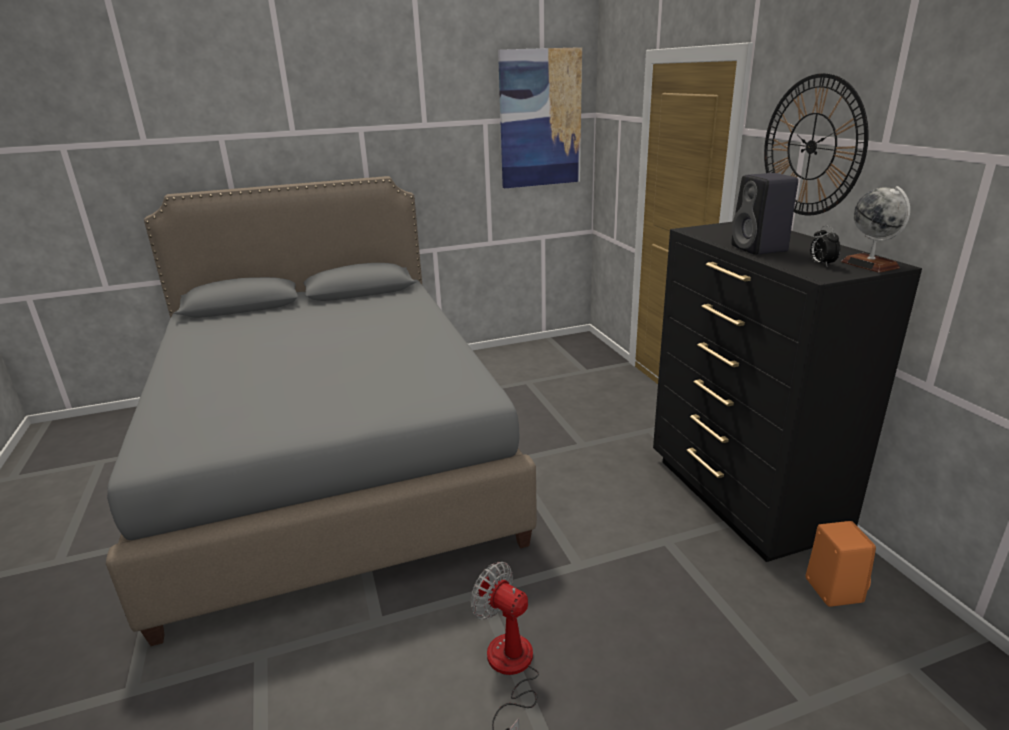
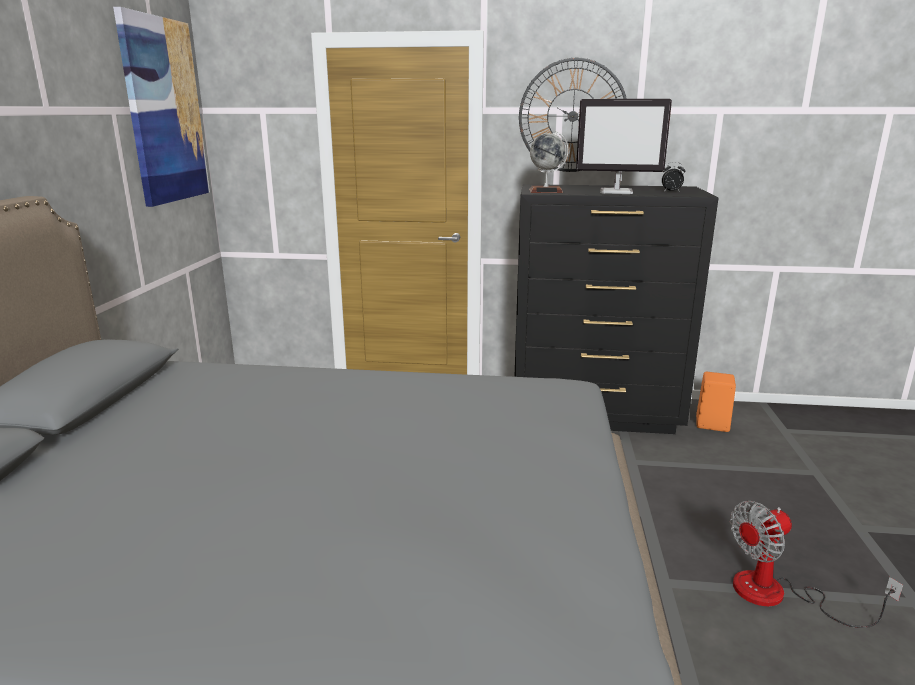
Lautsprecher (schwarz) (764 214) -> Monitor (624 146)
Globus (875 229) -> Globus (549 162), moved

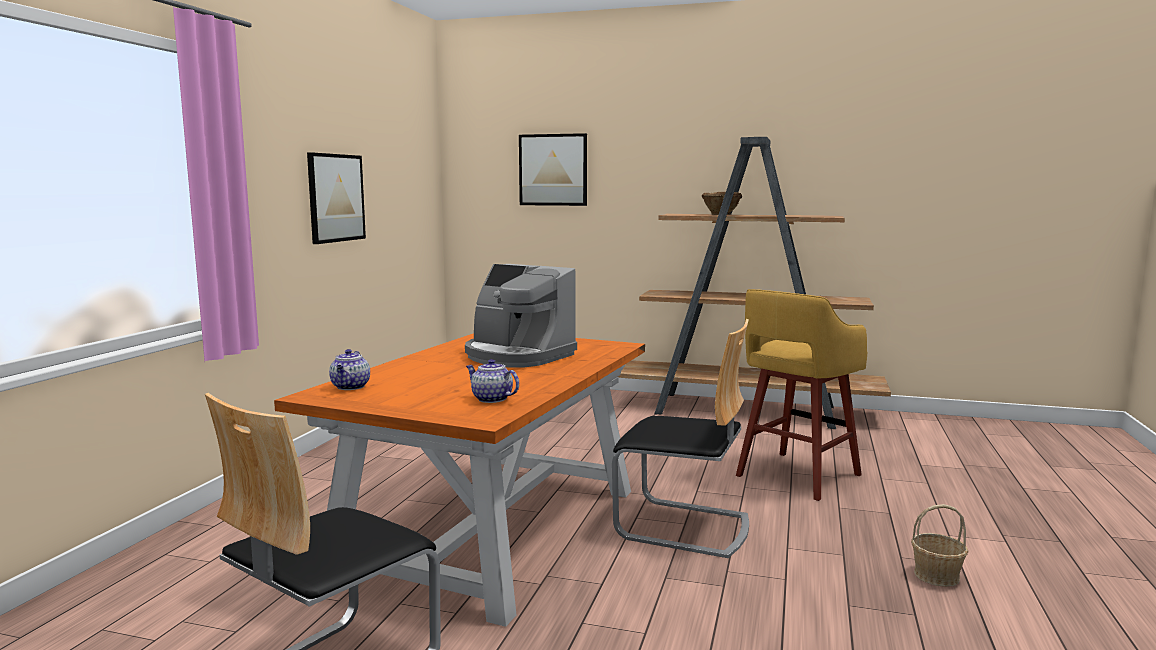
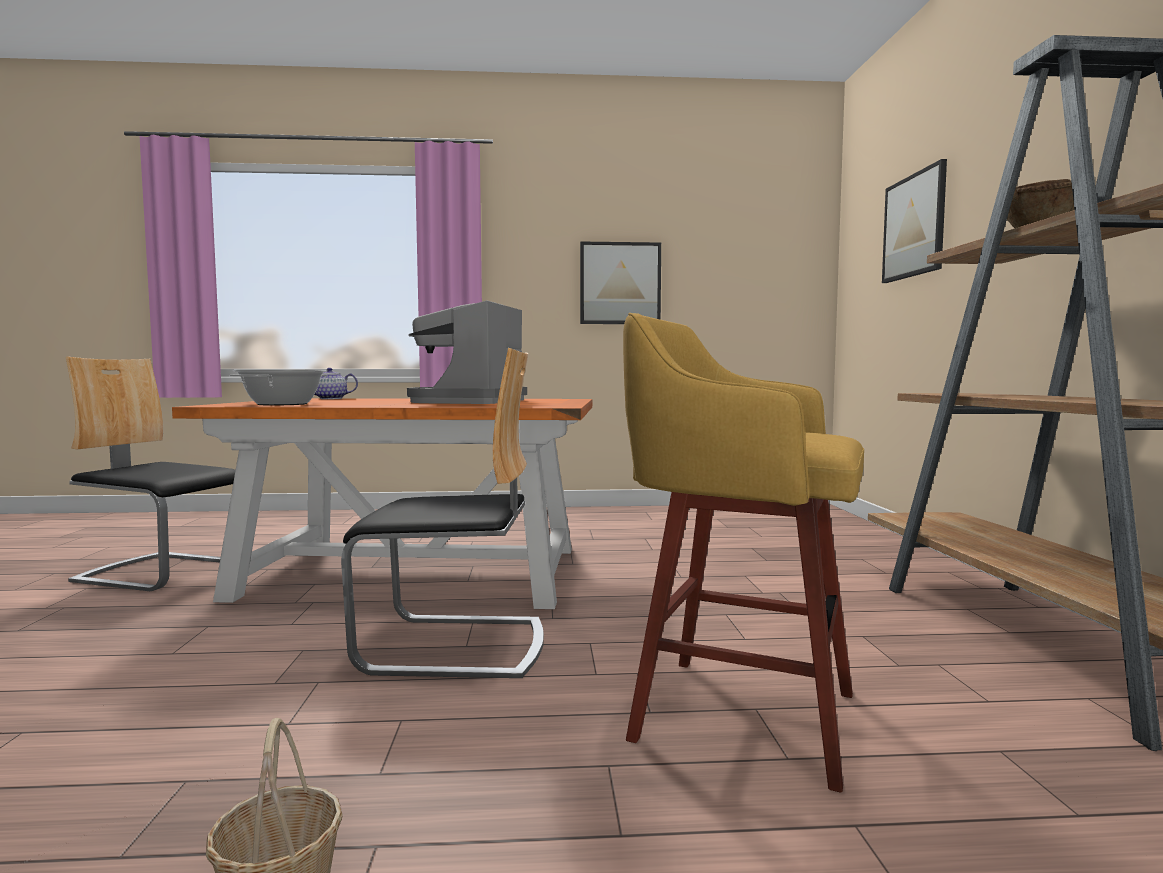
Stuhl (680 438) -> Stuhl (442 513), 90 degrees counterclockwise
Teekanne (492 381) -> Kochtopf (279 388)

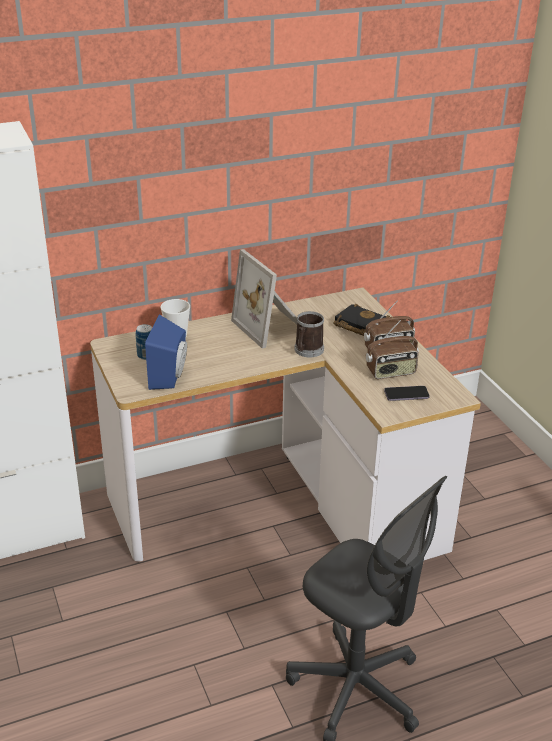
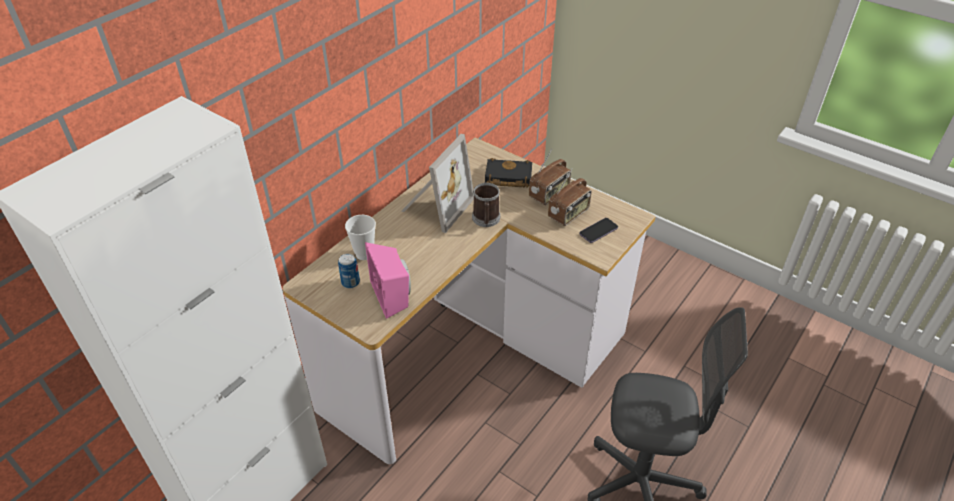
Bilderrahmen (264 299) -> Bilderrahmen (437 183), 90 degrees counterclockwise
Lautsprecher (blau) (166 352) -> Lautsprecher (rosa) (388 280)

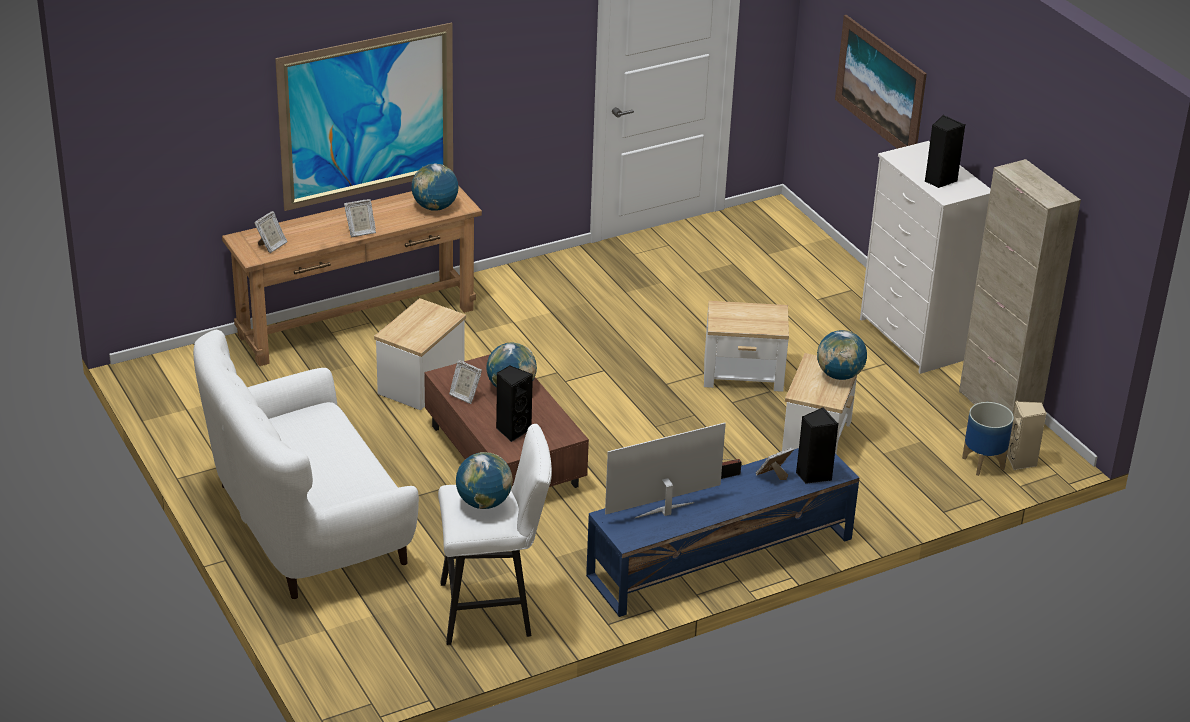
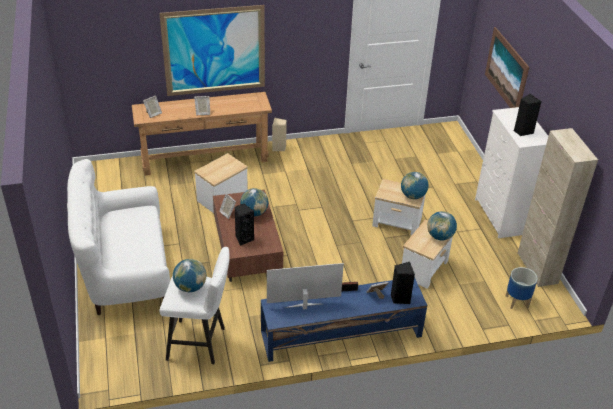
Globus (435 187) -> Globus (415 185), moved
Lautsprecher (beige) (1027 435) -> Lautsprecher (beige) (279 134), moved

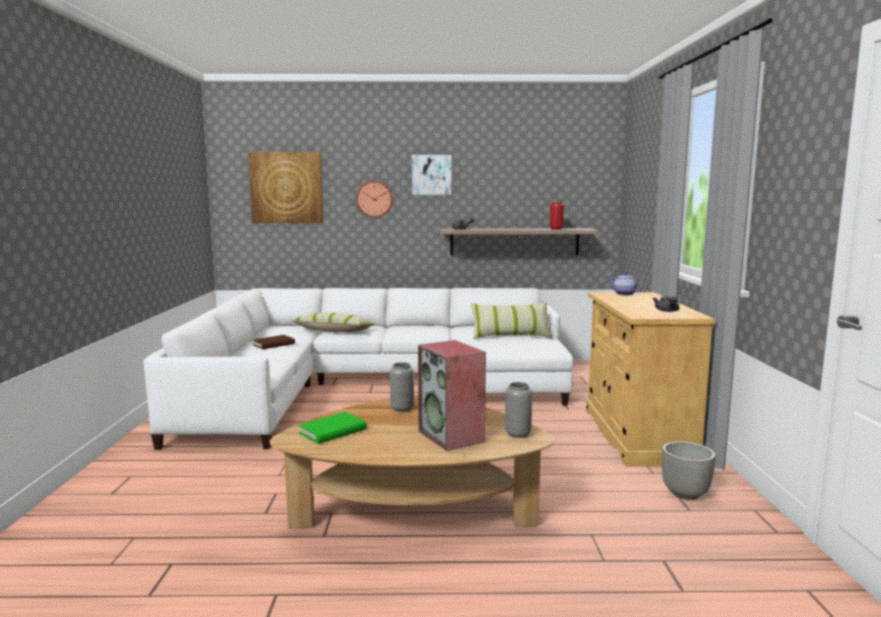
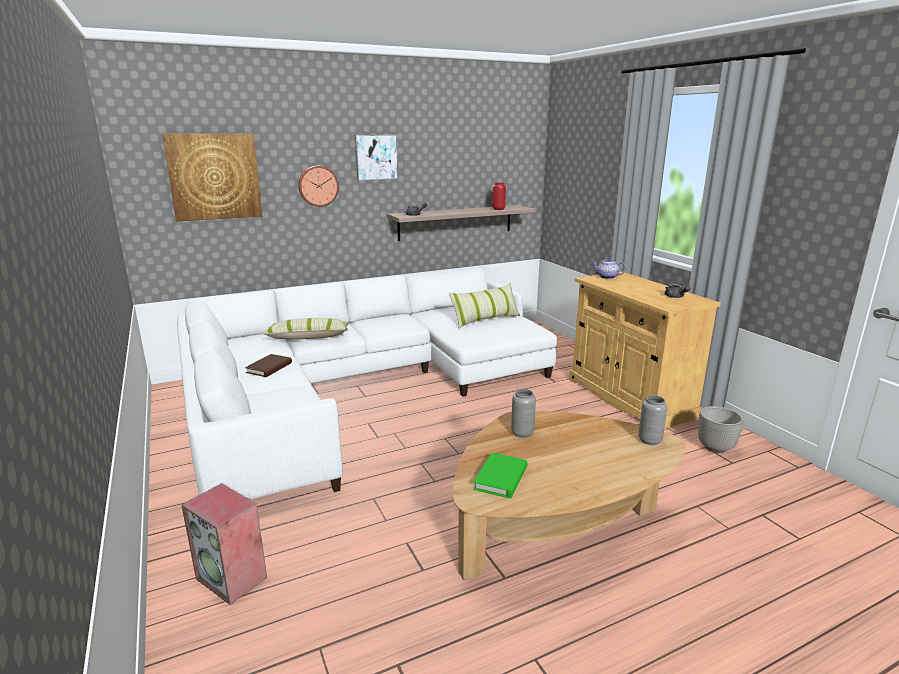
Lautsprecher (452 395) -> Lautsprecher (224 544), moved

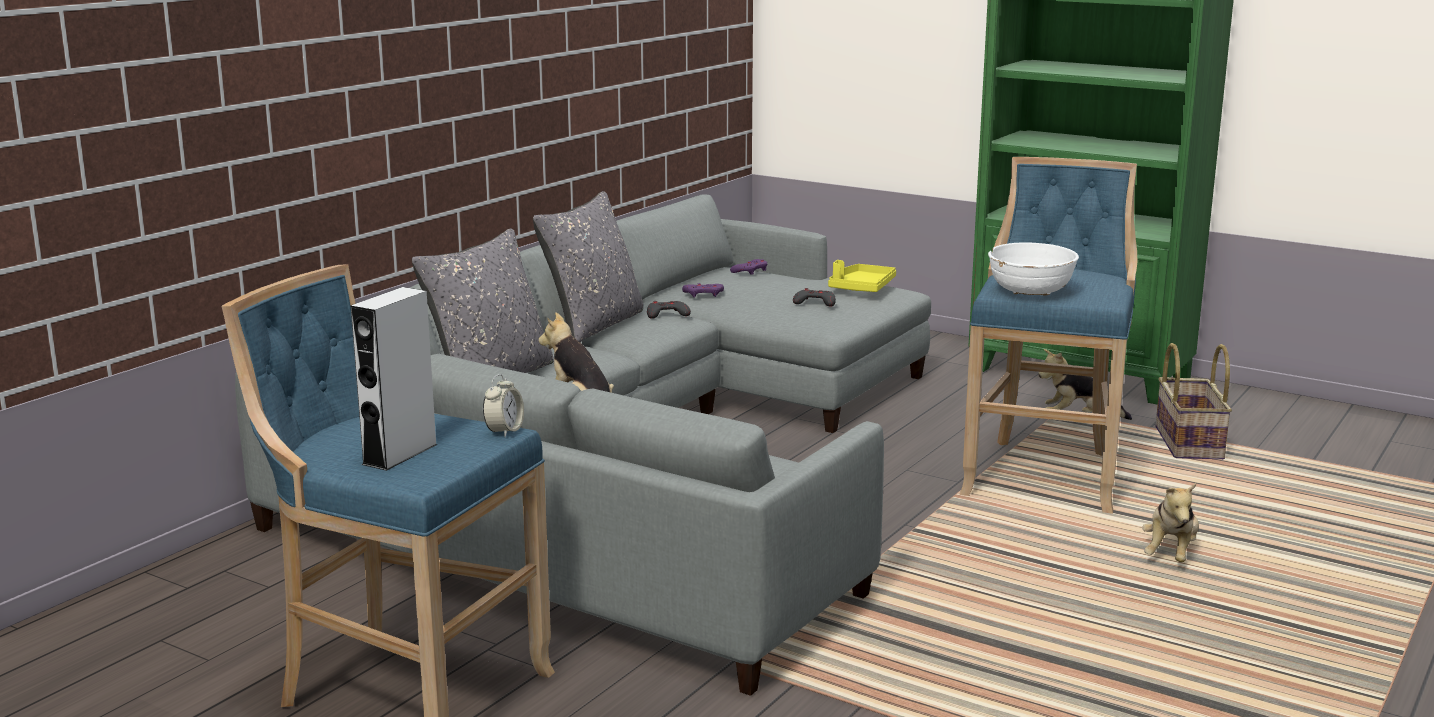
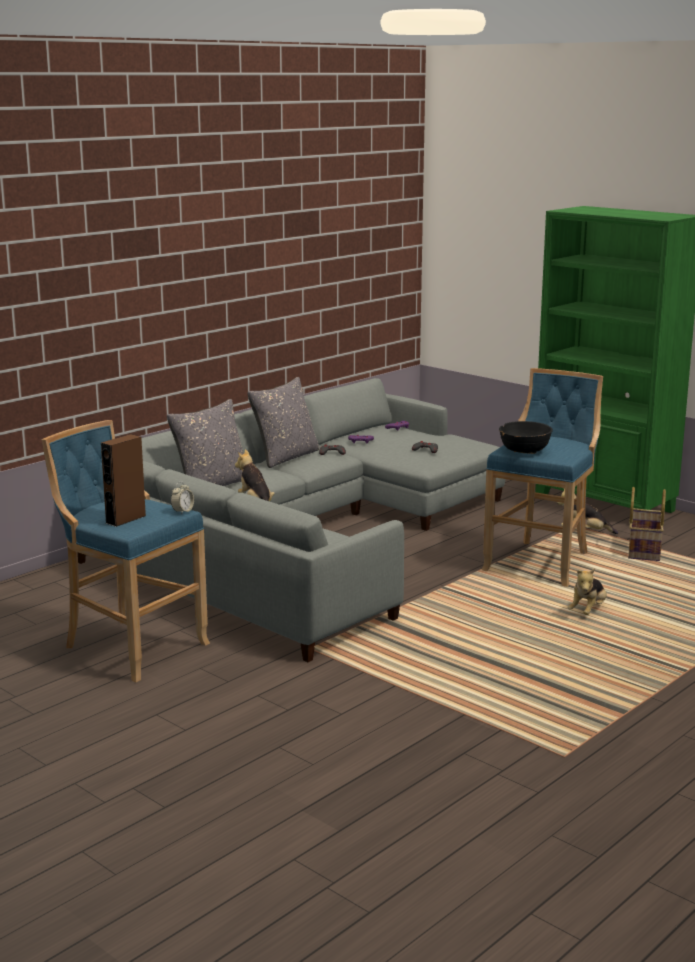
Schüssel (weiß) (1033 269) -> Schüssel (schwarz) (526 437)
Tablett (gelb) (862 276) -> none
Lautsprecher (grau) (394 379) -> Lautsprecher (braun) (123 480)

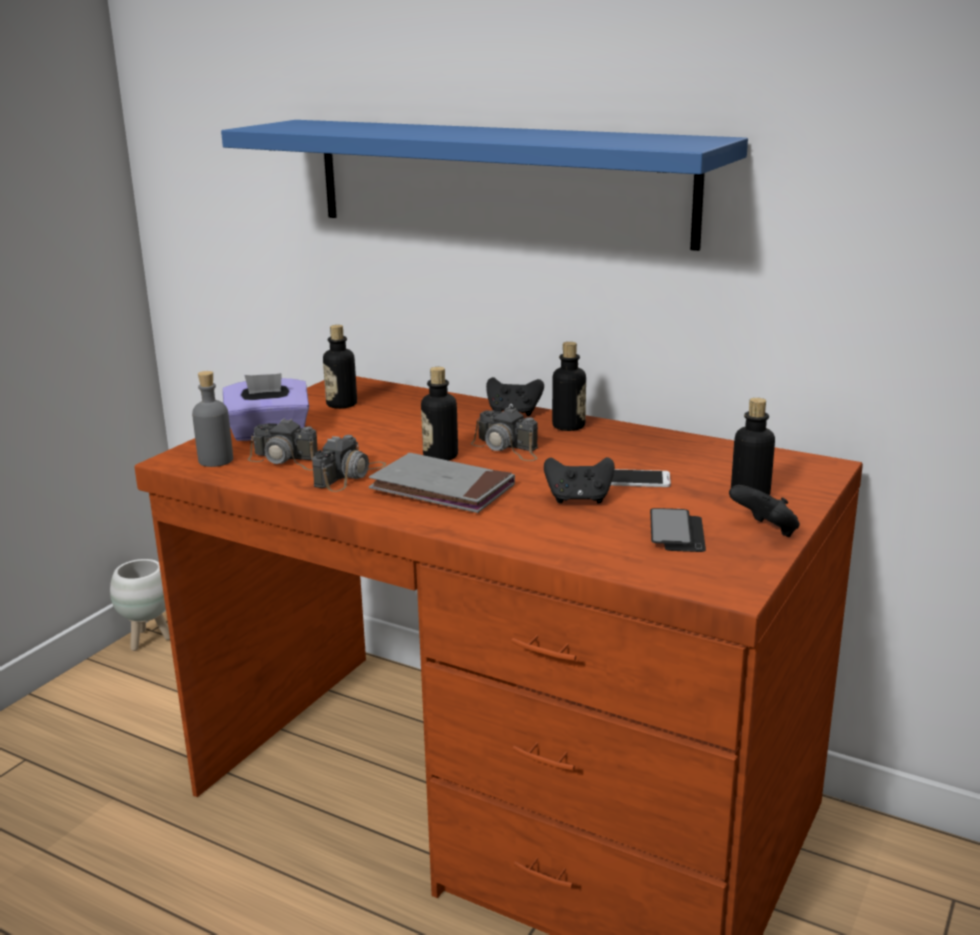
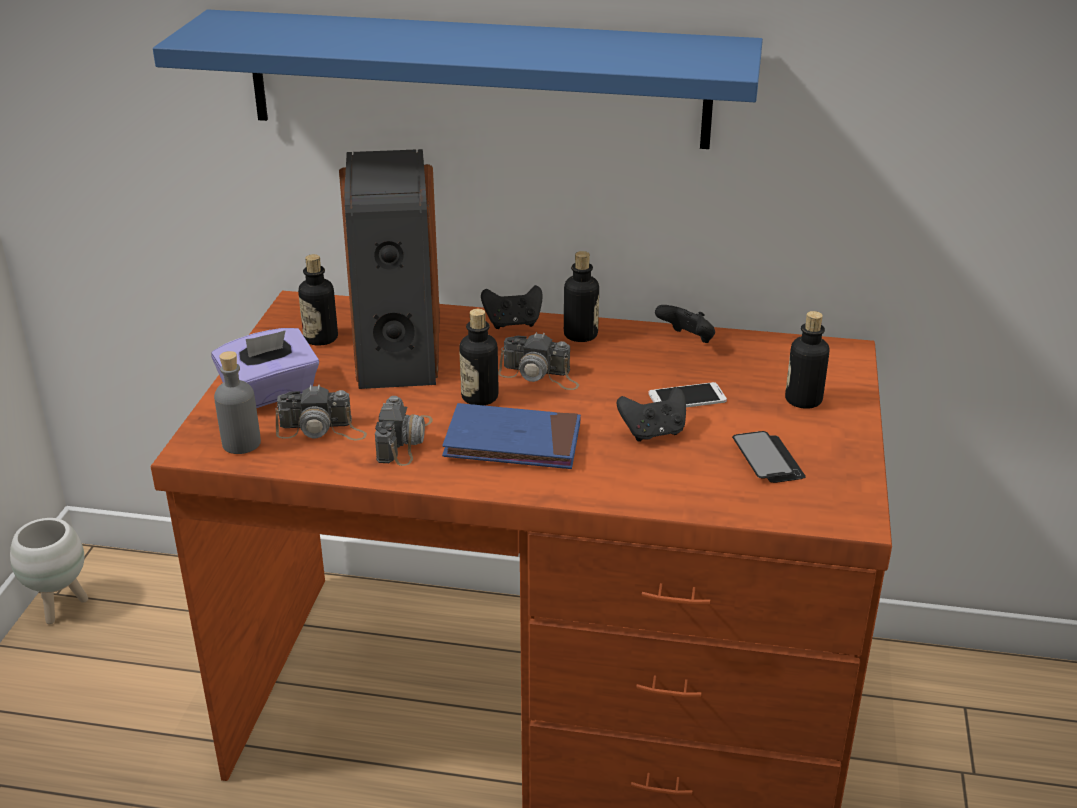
Buch (grau) (442 483) -> Buch (blau) (511 436)
Gamepad (schwarz) (764 511) -> Gamepad (schwarz) (685 324), moved
none -> Lautsprecher (389 269)

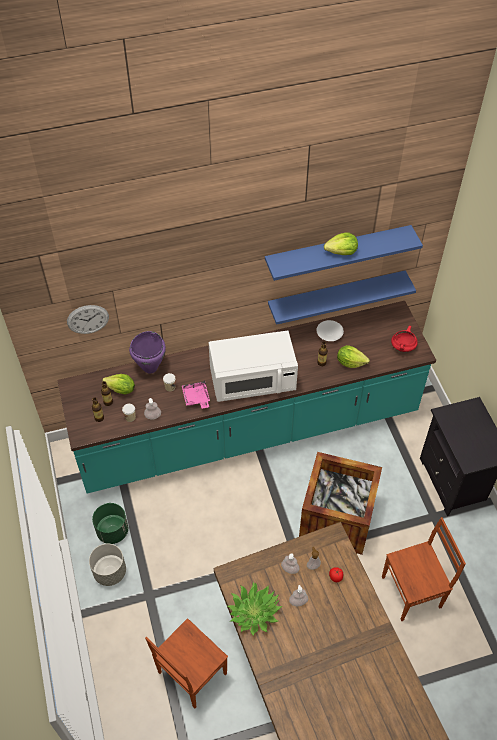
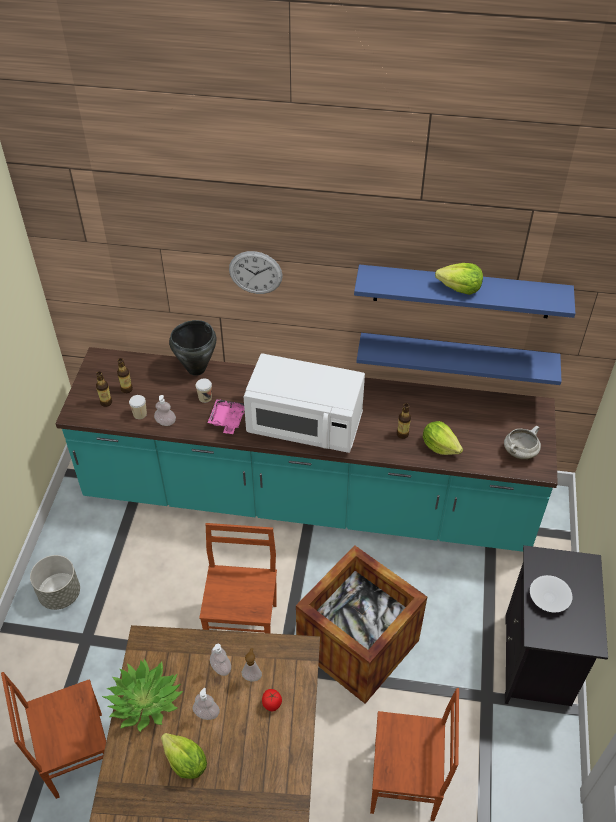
Wanduhr (88 319) -> Wanduhr (256 272), moved
Schüssel (weiß) (330 330) -> Schüssel (weiß) (551 594), moved
Kochtopf (rot) (404 338) -> Kochtopf (weiß) (522 442)
Kochtopf (lila) (147 352) -> Kochtopf (schwarz) (193 348)
Salatkopf (118 384) -> Salatkopf (184 756), moved
Pflanzkübel (grün) (110 523) -> none
none -> Stuhl (braun) (238 578)

